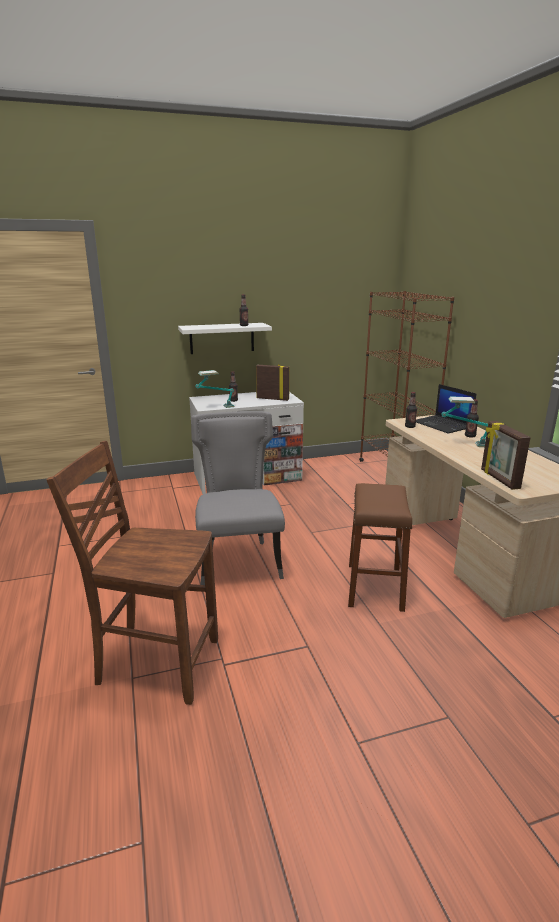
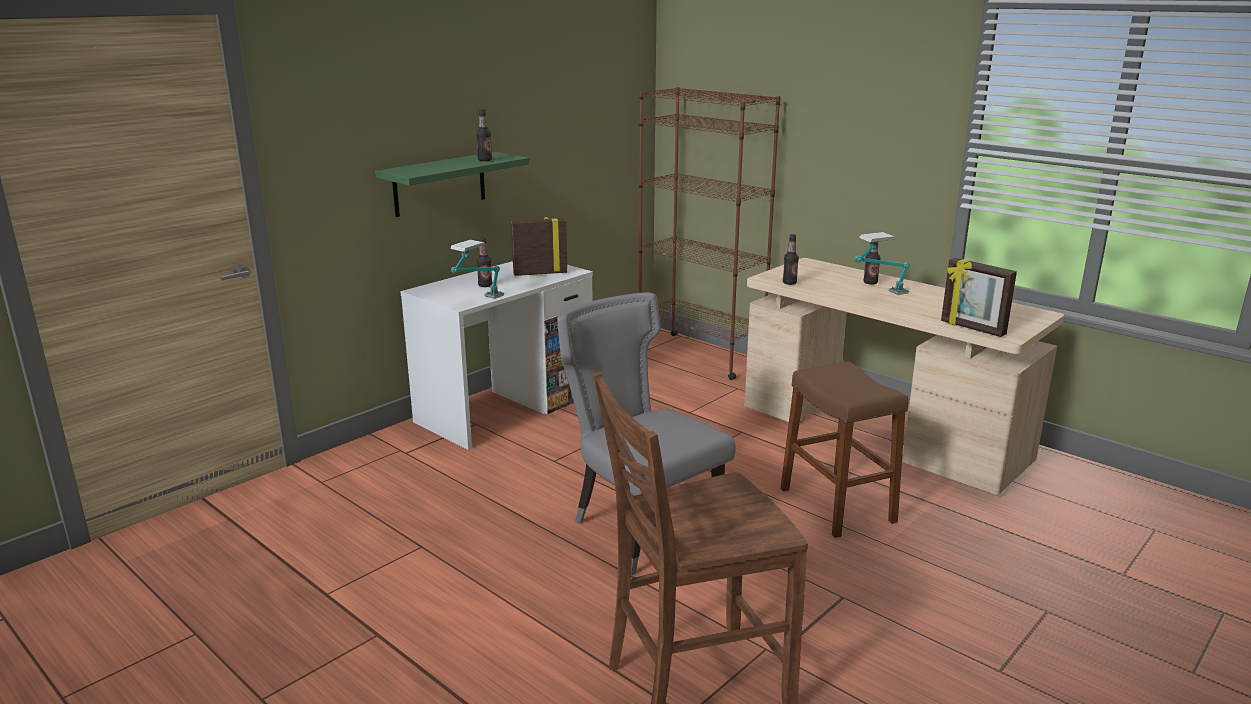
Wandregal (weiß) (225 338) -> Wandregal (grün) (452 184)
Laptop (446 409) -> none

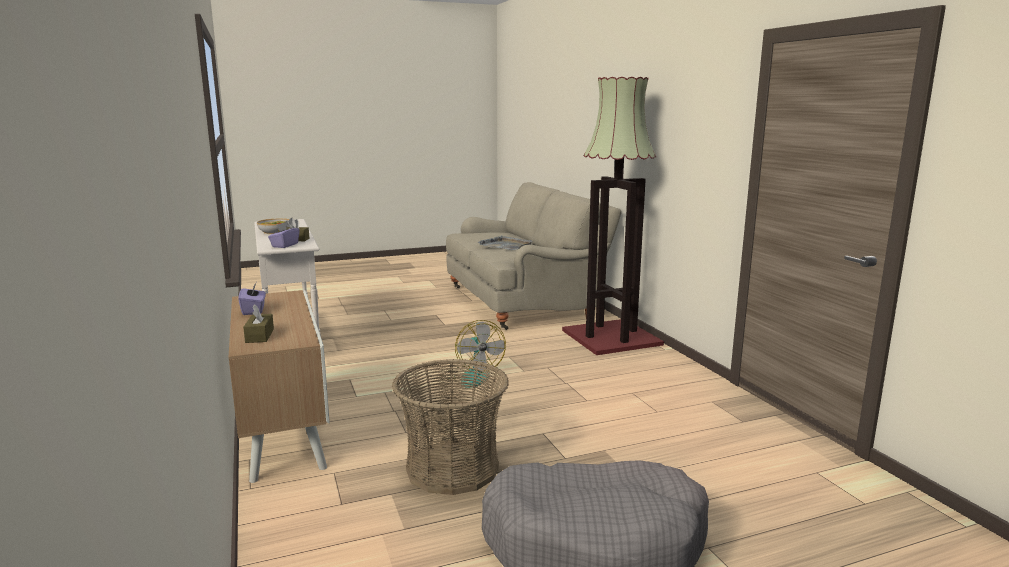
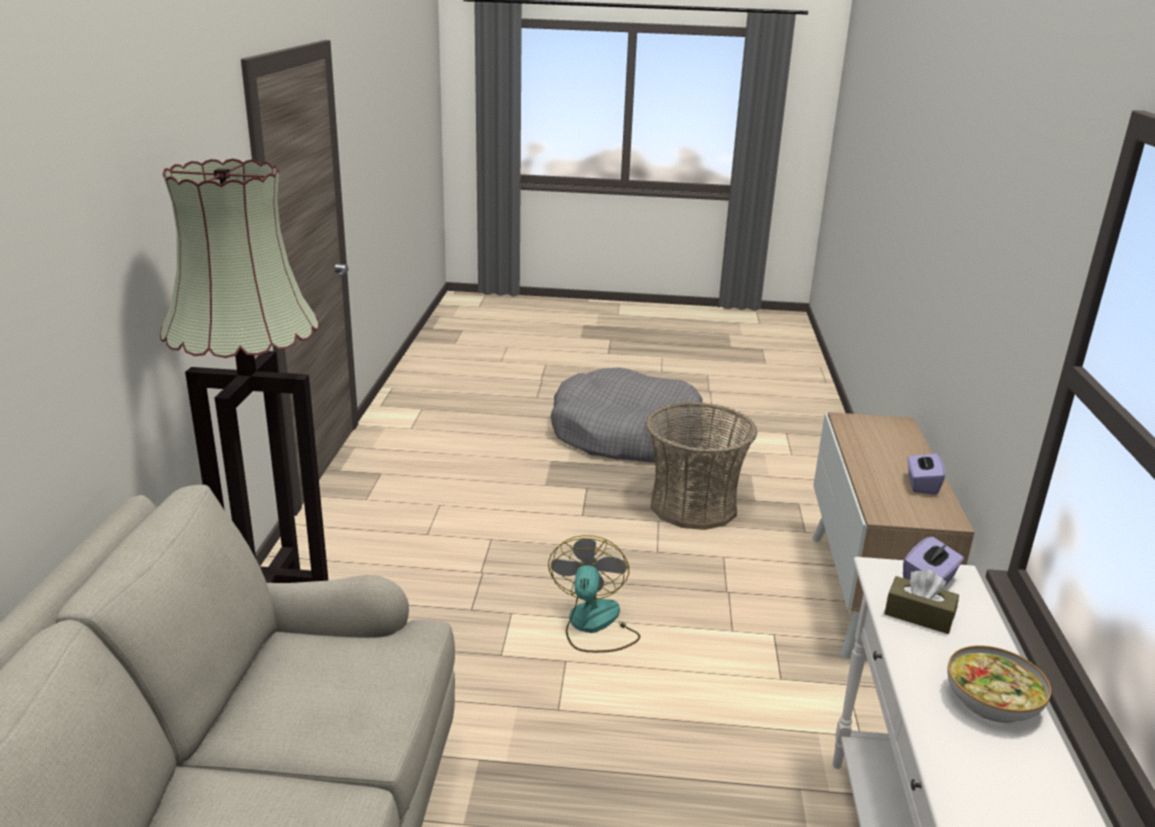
Tablett (grau) (505 242) -> none
Taschentuchbox (braun) (258 324) -> none

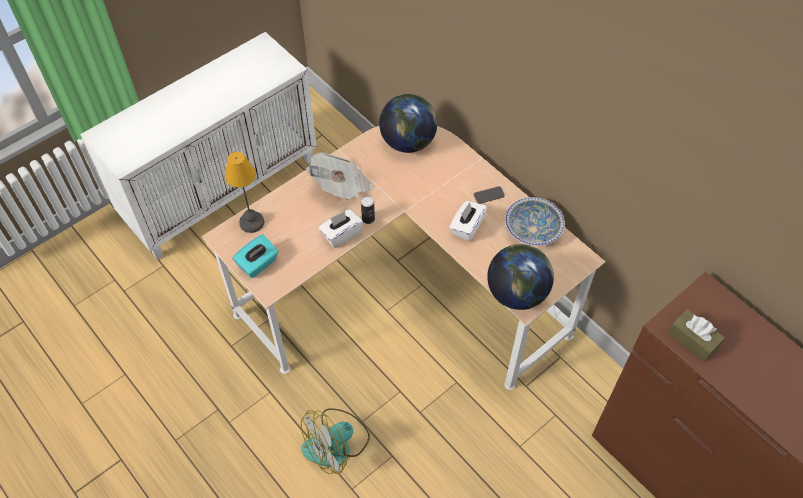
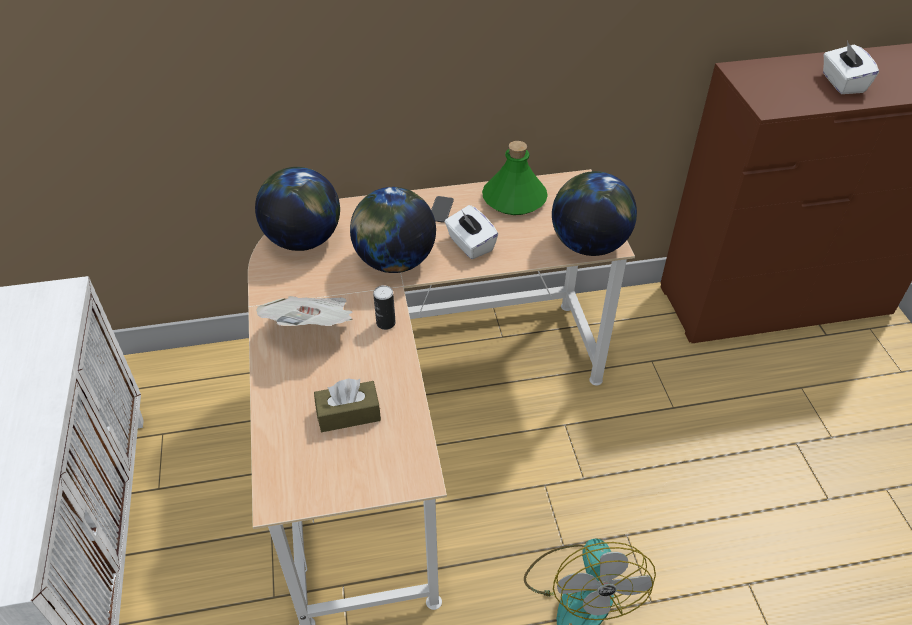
Tischlampe (244 192) -> none
Schüssel (535 221) -> Flasche (grün) (515 178)
Taschentuchbox (weiß) (341 228) -> Taschentuchbox (weiß) (851 67), moved
Taschentuchbox (türkis) (256 256) -> none
Taschentuchbox (braun) (696 335) -> Taschentuchbox (braun) (347 405), moved
none -> Globus (393 230)

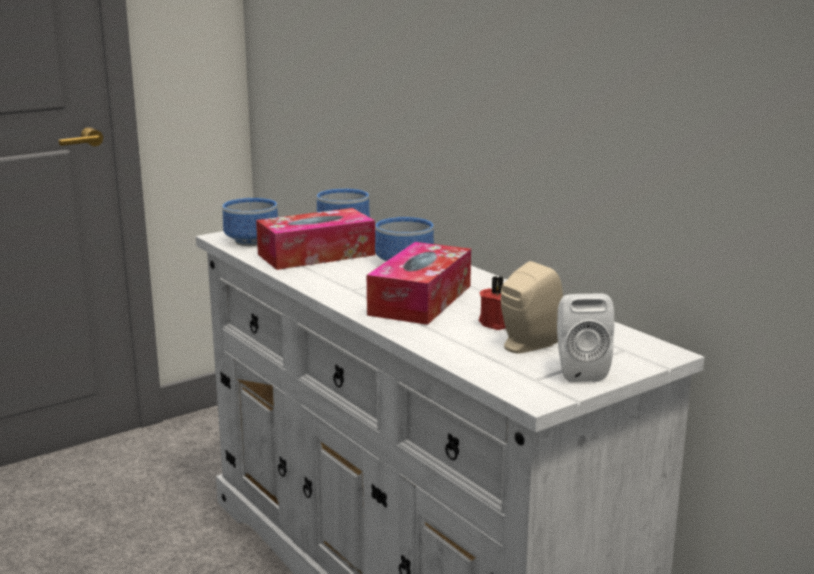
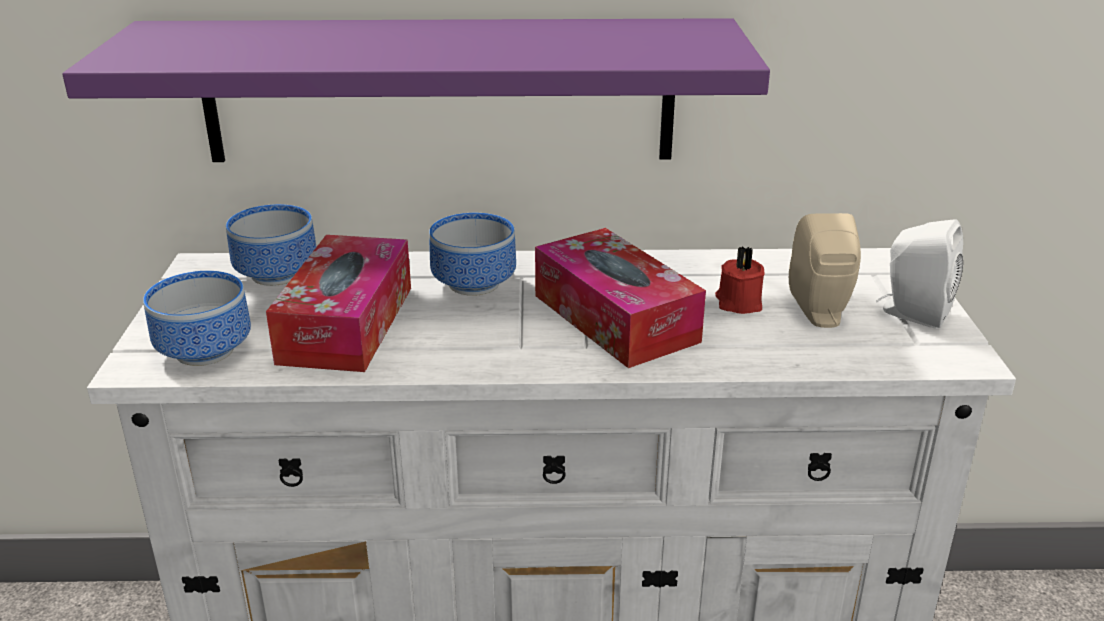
none -> Wandregal (lila) (416 90)

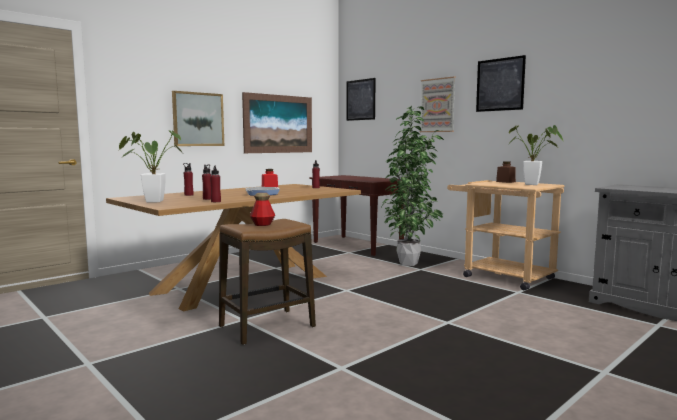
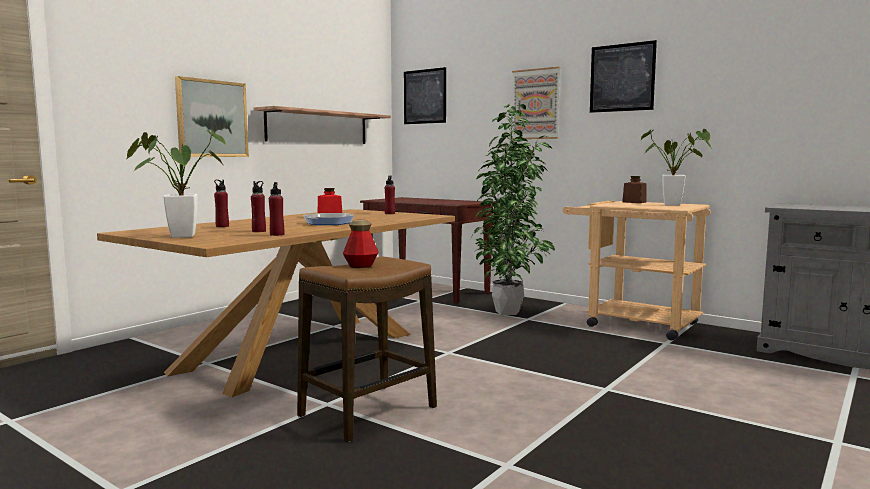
Bild (277 122) -> Wandregal (322 125)

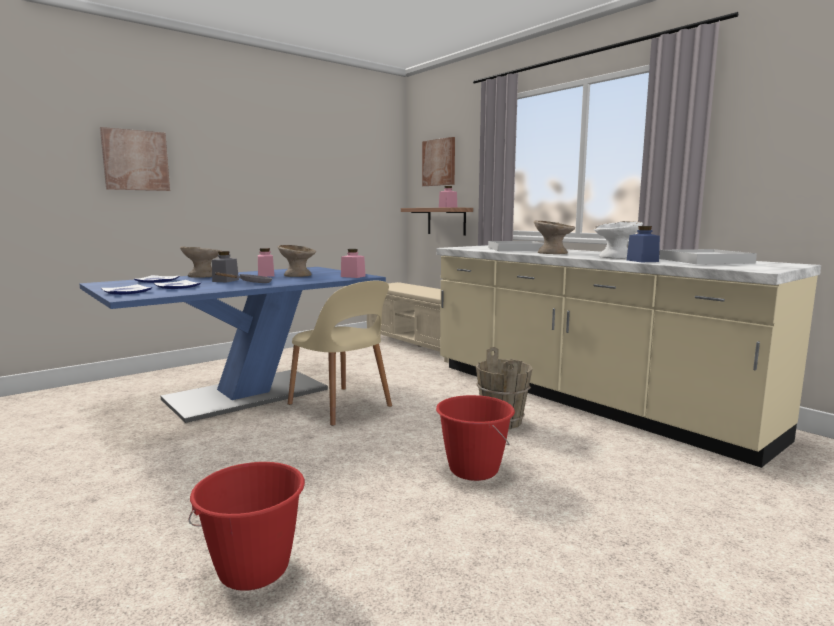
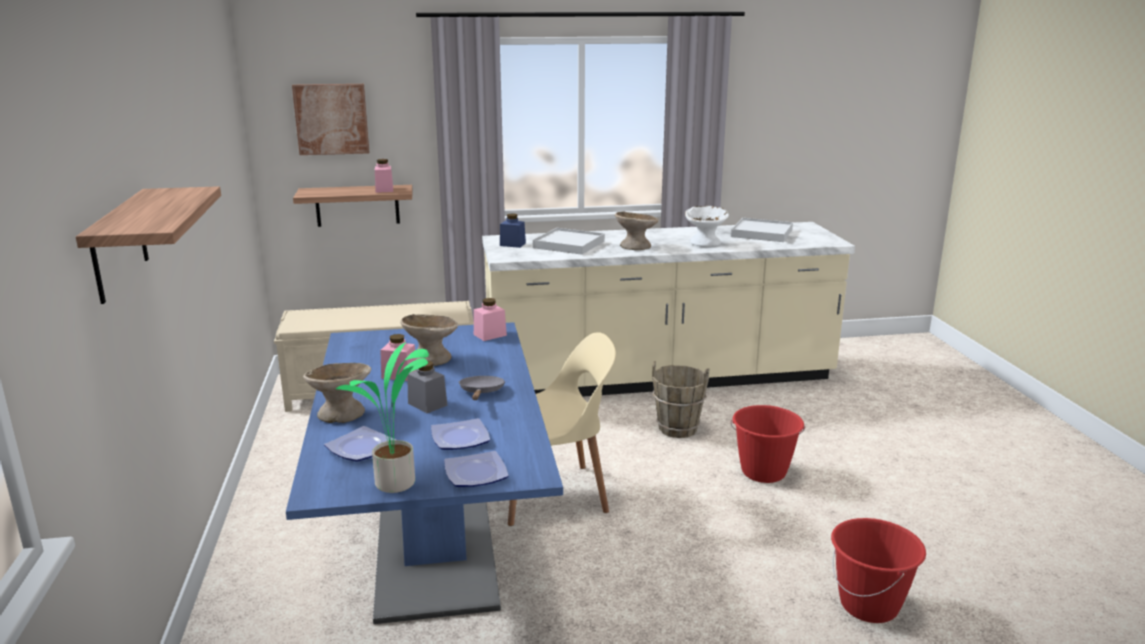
Bild (135 159) -> Wandregal (148 245)
Vorratsglas (blau) (643 244) -> Vorratsglas (blau) (513 231), moved
none -> Topfpflanze (382 417)

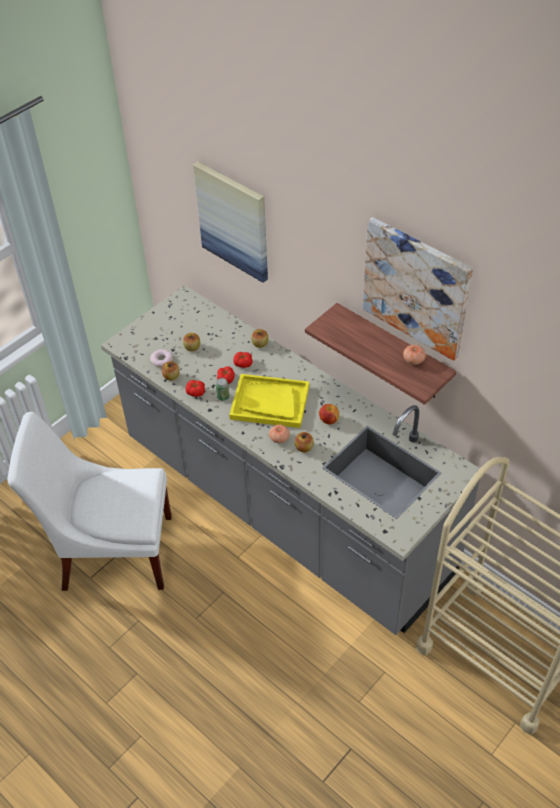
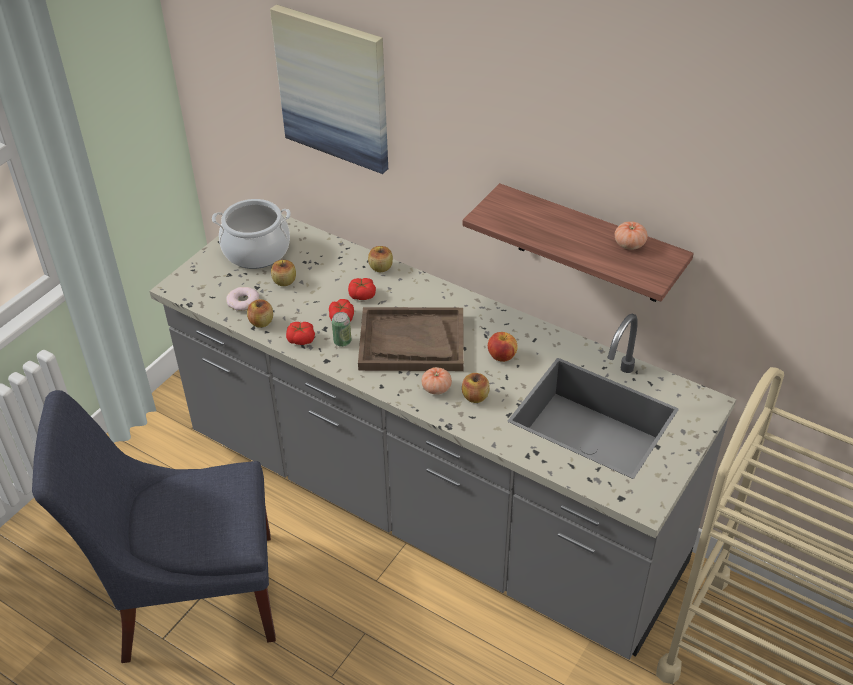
Bild (418 289) -> none
Tablett (gelb) (269 401) -> Tablett (braun) (411 339)
Stuhl (weiß) (89 501) -> Stuhl (blau) (154 526)
none -> Kochtopf (251 234)

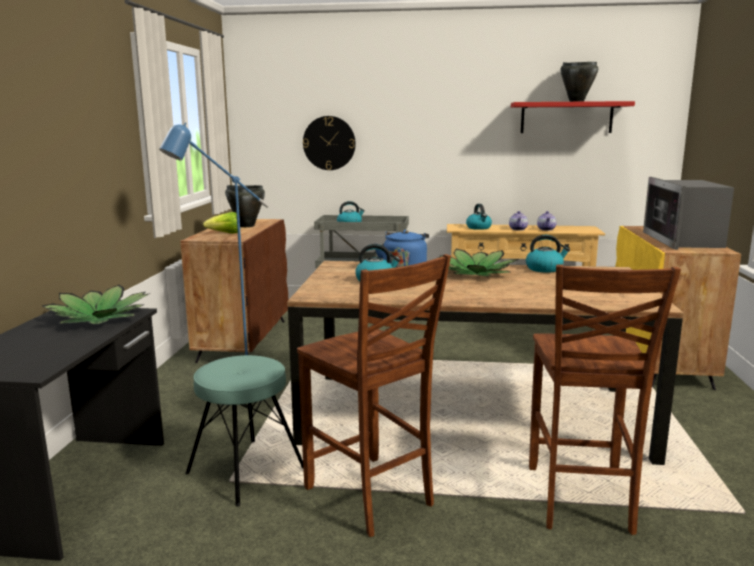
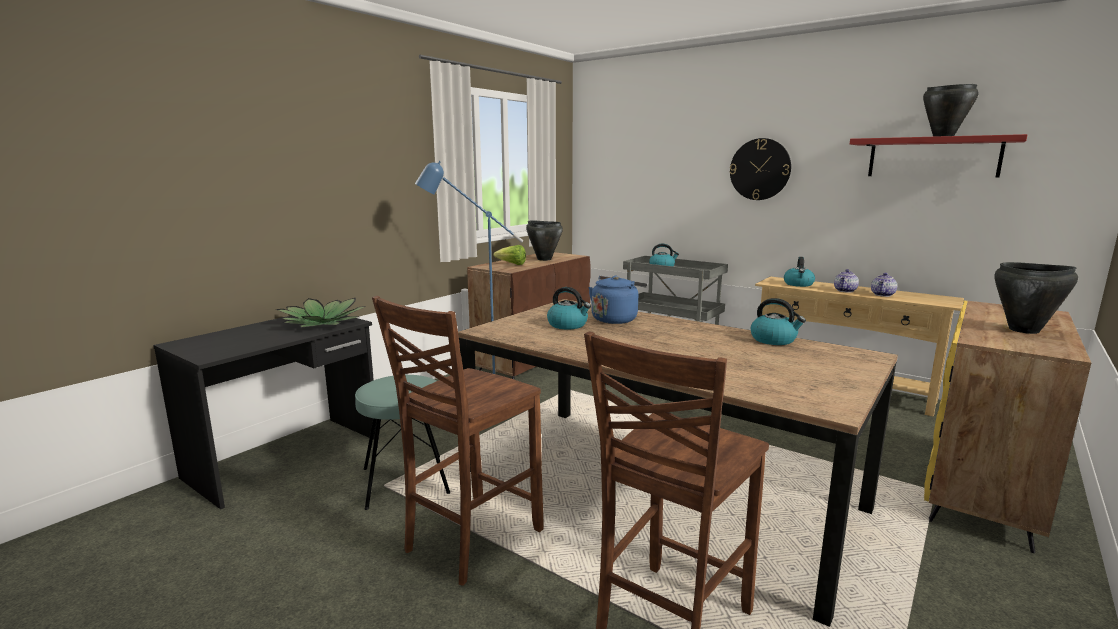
Wanduhr (329 143) -> Wanduhr (760 169), moved
Mikrowelle (688 213) -> Kochtopf (schwarz) (1036 298)
Topfpflanze (478 263) -> none
Stuhl (braun) (374 395) -> Stuhl (braun) (458 441), 45 degrees clockwise

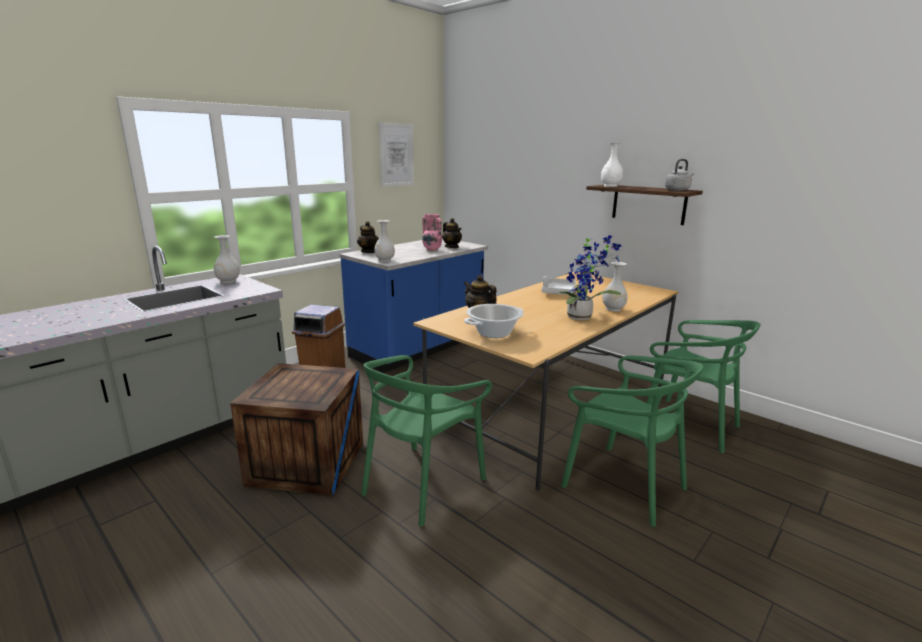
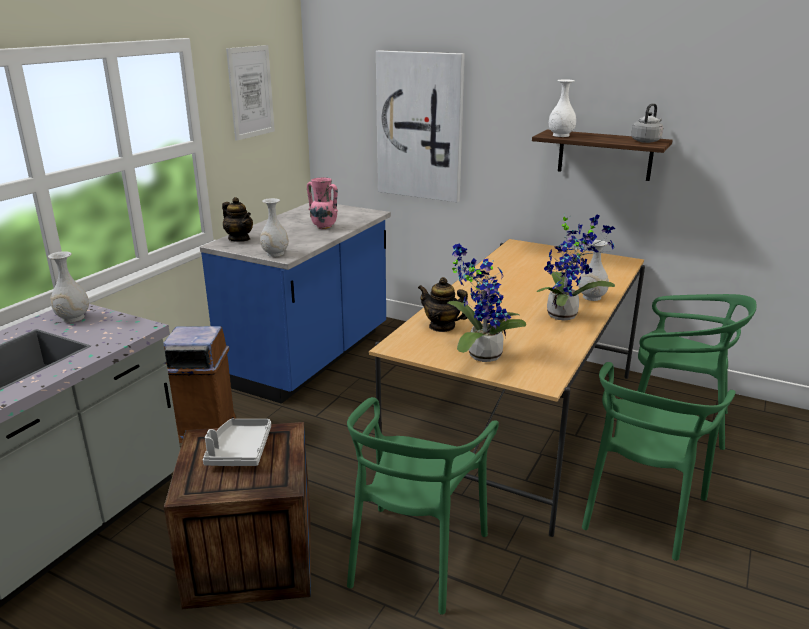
Teekanne (452 233) -> none
Tablett (grau) (559 285) -> Tablett (grau) (237 442), moved
Kochtopf (494 321) -> Topfpflanze (486 303)
Stuhl (grün) (632 441) -> Stuhl (grün) (659 461), 90 degrees clockwise
none -> Bild (420 126)

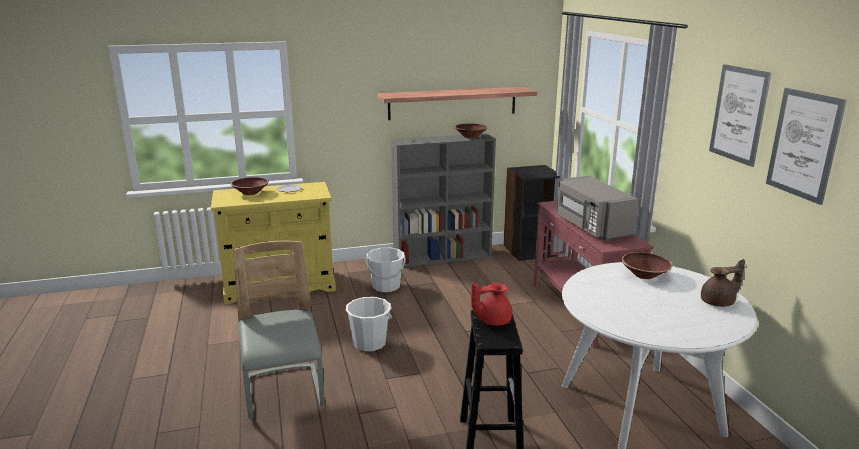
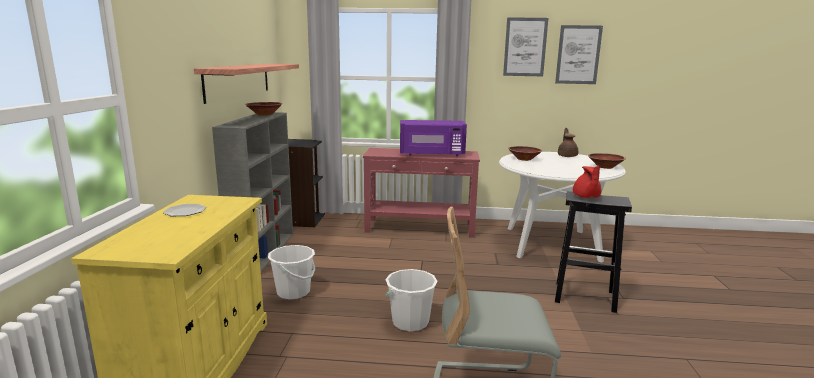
Mikrowelle (grau) (597 208) -> Mikrowelle (lila) (433 138)
Schüssel (braun) (250 186) -> Schüssel (braun) (607 161), moved

